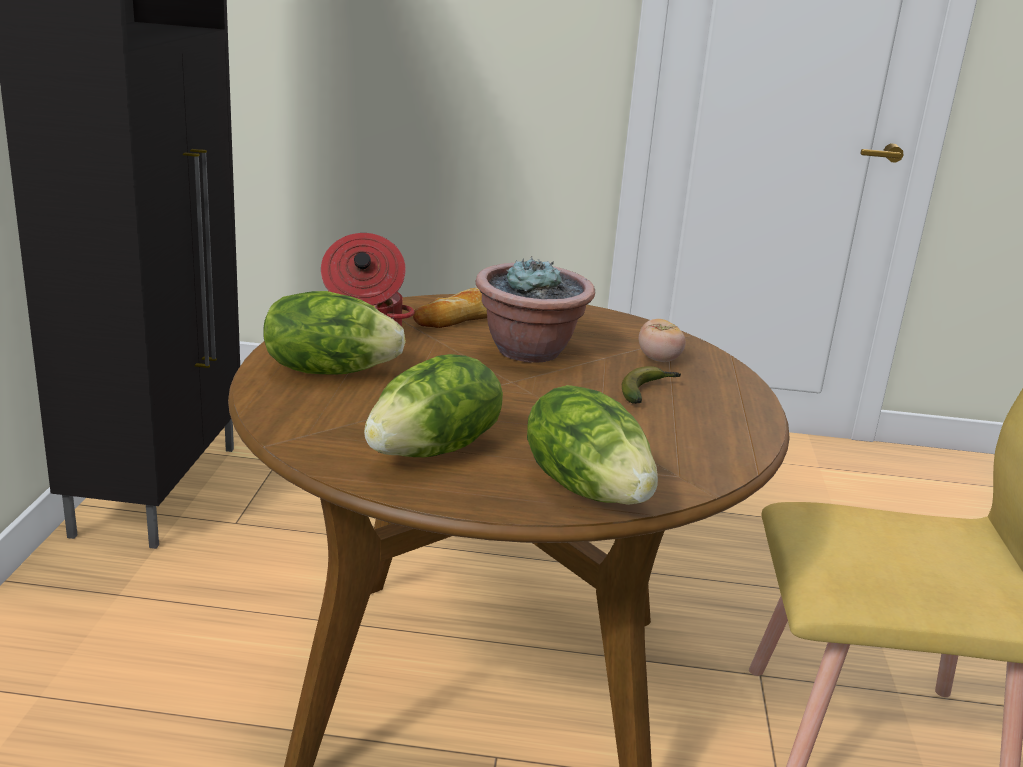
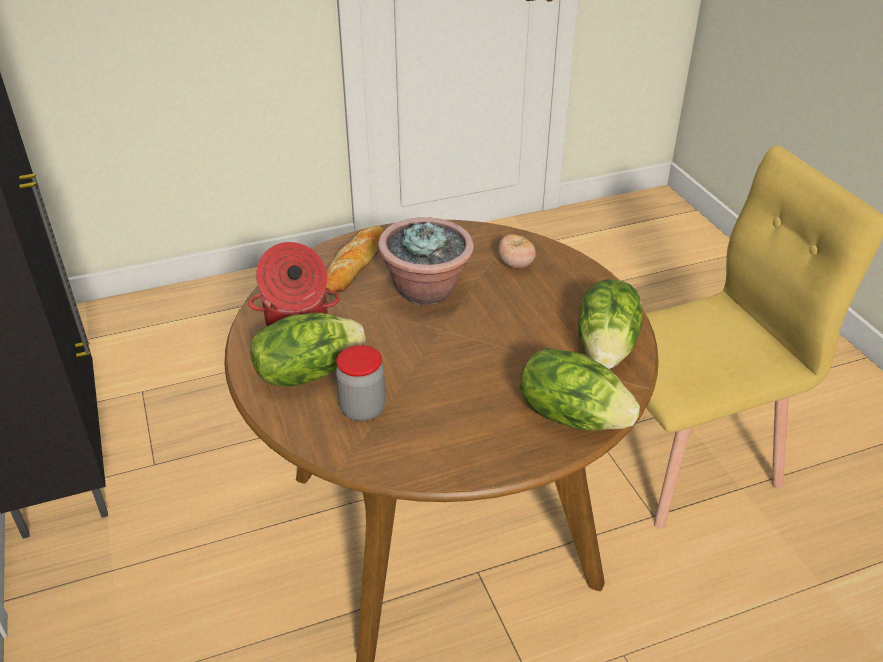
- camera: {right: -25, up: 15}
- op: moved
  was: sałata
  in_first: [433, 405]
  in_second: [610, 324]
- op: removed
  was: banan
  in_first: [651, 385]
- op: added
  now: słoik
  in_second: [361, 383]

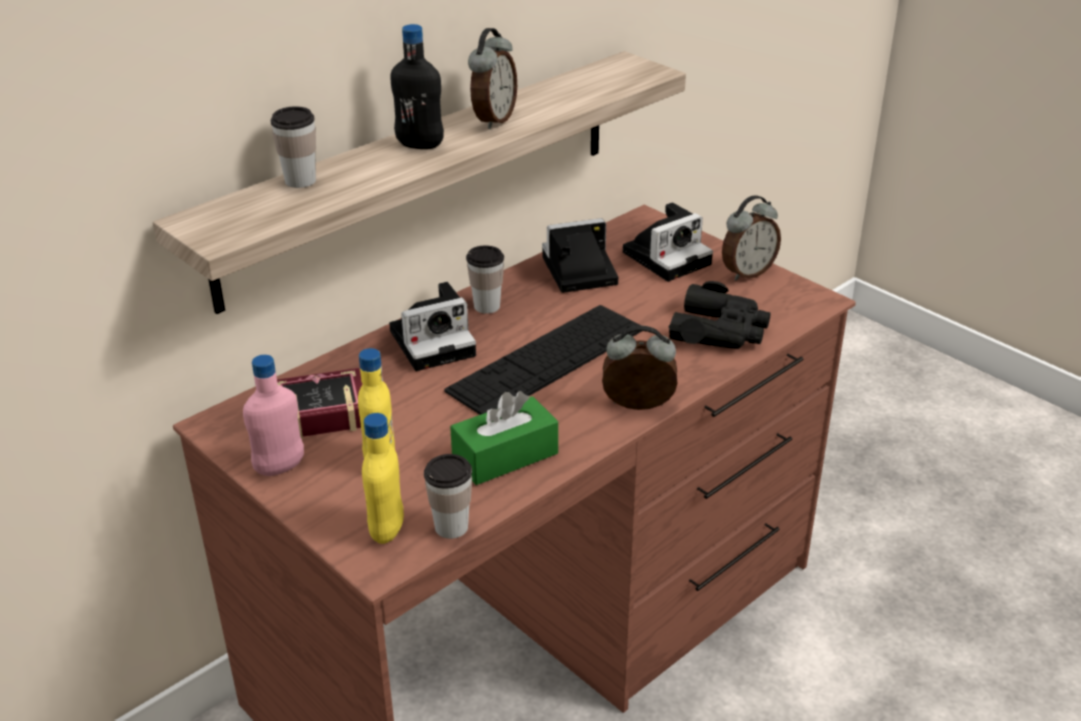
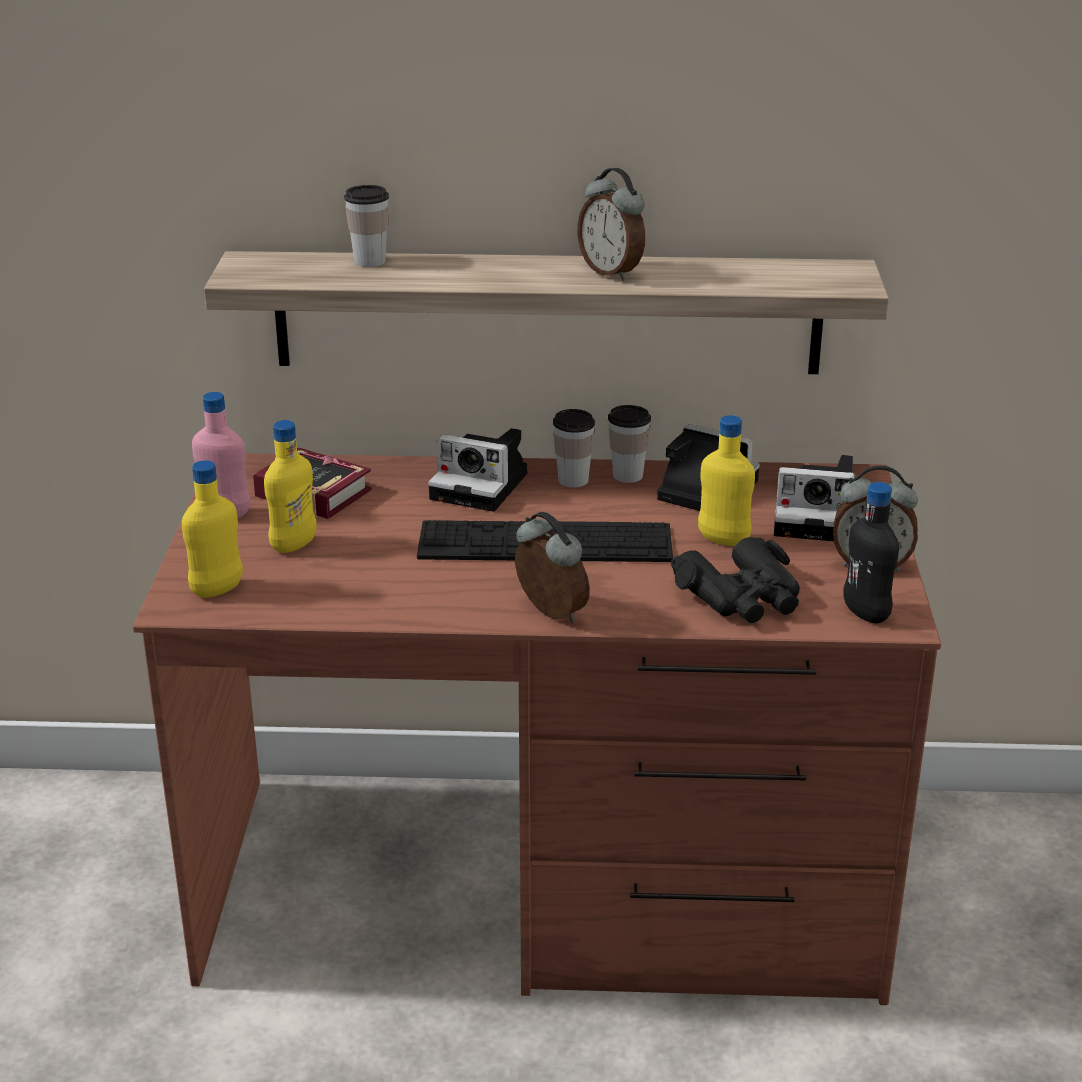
- camera: {right: 45, up: -5}
- op: moved
  was: butelka (czarny)
  in_first: [417, 86]
  in_second: [871, 552]
- op: moved
  was: filiżanka
  in_first: [448, 496]
  in_second: [629, 444]
- op: removed
  was: pudełko chusteczek (zielony)
  in_first: [504, 438]
- op: turned
  was: budzik
  in_first: [492, 78]
  in_second: [611, 224]
  clockwise: 75
- op: added
  now: butelka (żółty)
  in_second: [726, 480]

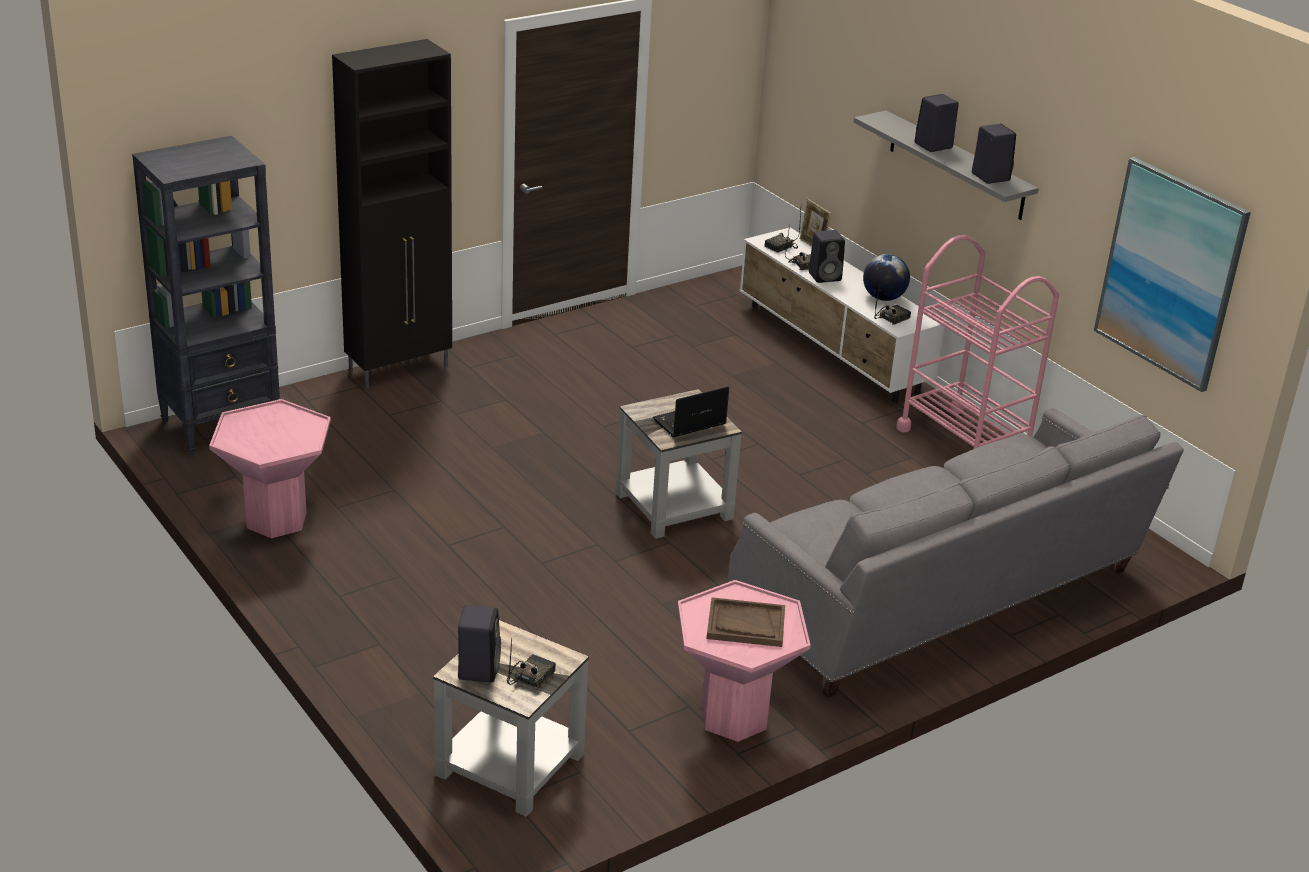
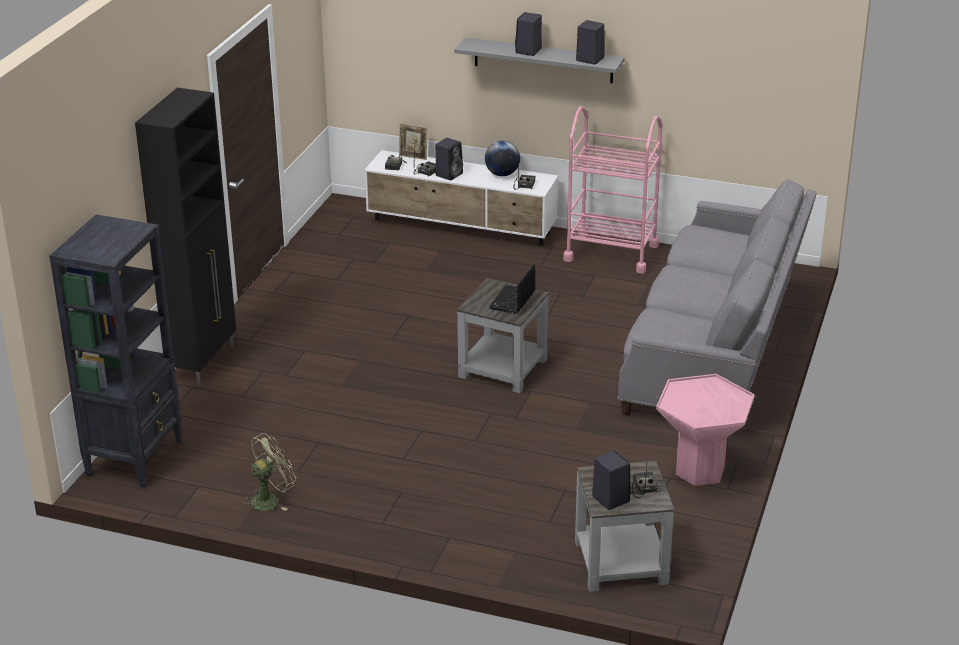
- camera: {right: -35, up: 0}
- op: replaced
  was: stolik (różowy)
  now: wentylator (zielony)
  in_first: [270, 468]
  in_second: [270, 472]
- op: removed
  was: taca (brązowy)
  in_first: [746, 622]
- op: removed
  was: obraz
  in_first: [1172, 274]

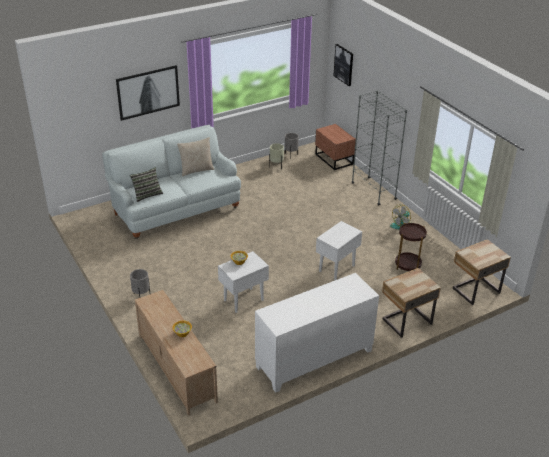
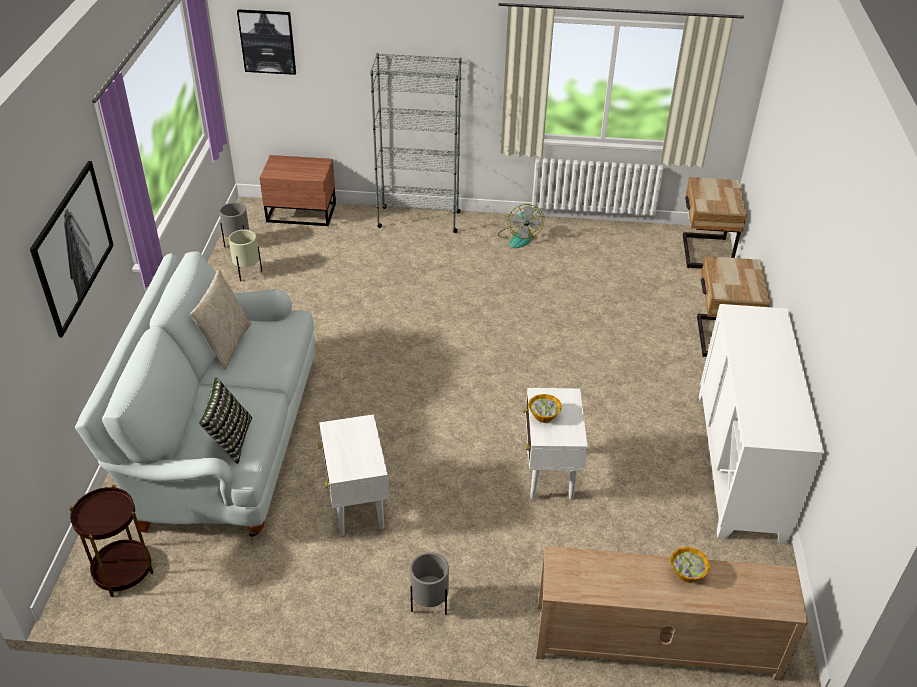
- camera: {right: -55, up: 5}
- op: moved
  was: stolik (biały)
  in_first: [339, 250]
  in_second: [353, 475]
- op: moved
  was: stolik (brązowy)
  in_first: [411, 247]
  in_second: [112, 541]

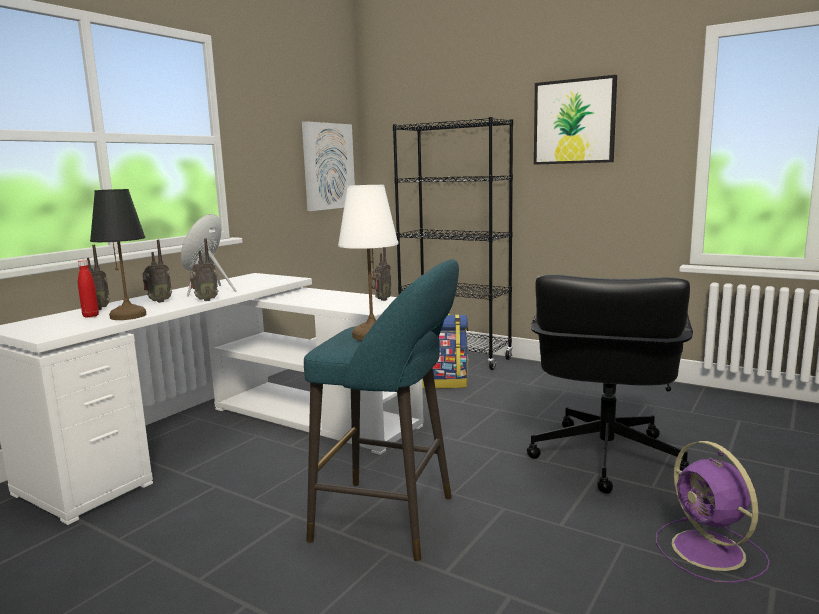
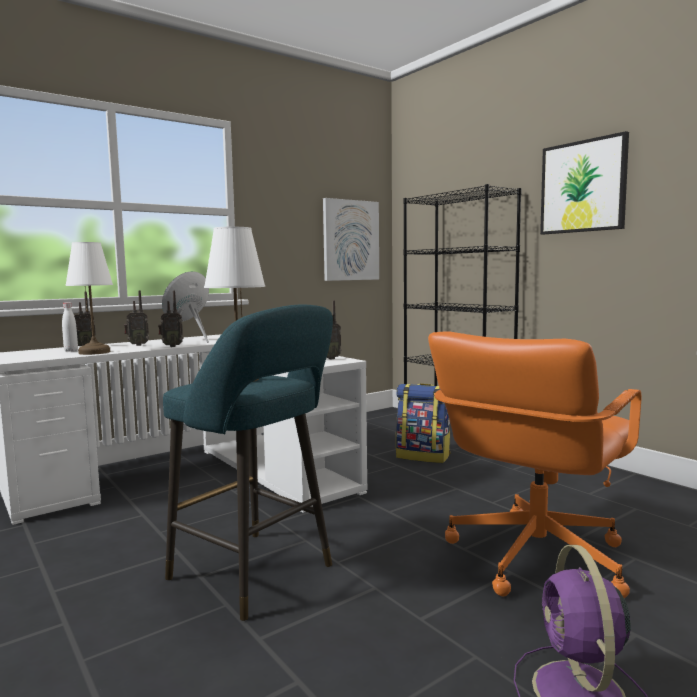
- camera: {right: 20, up: -5}
- op: recoloured
  was: butelka (czerwony)
  now: butelka (biały)
  in_first: [88, 289]
  in_second: [70, 326]
- op: recoloured
  was: lampa stołowa (czarny)
  now: lampa stołowa (biały)
  in_first: [118, 254]
  in_second: [89, 298]
- op: recoloured
  was: krzesło biurowe (czarny)
  now: krzesło biurowe (pomarańczowy)
  in_first: [610, 384]
  in_second: [534, 465]

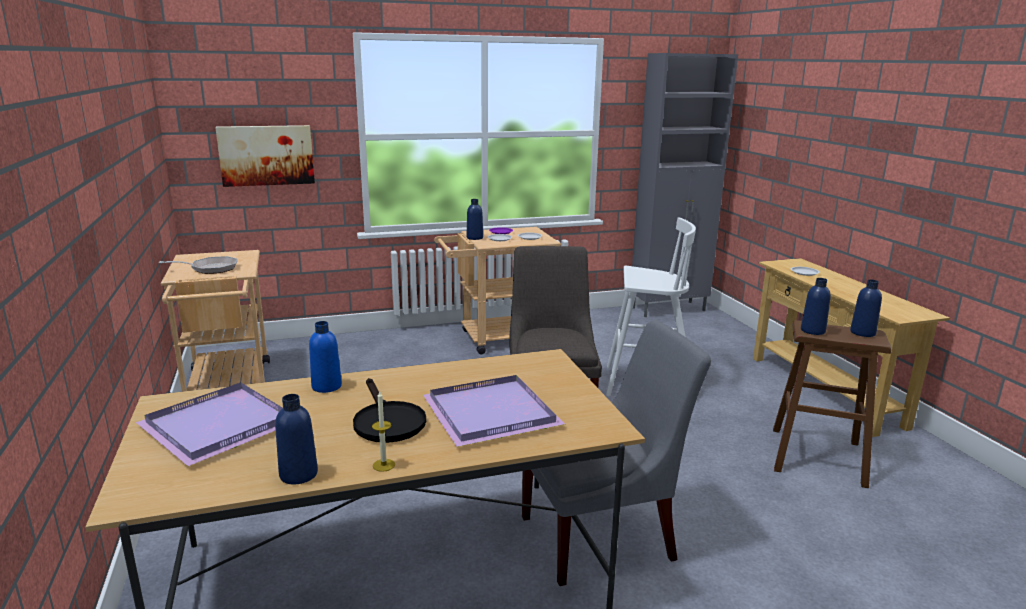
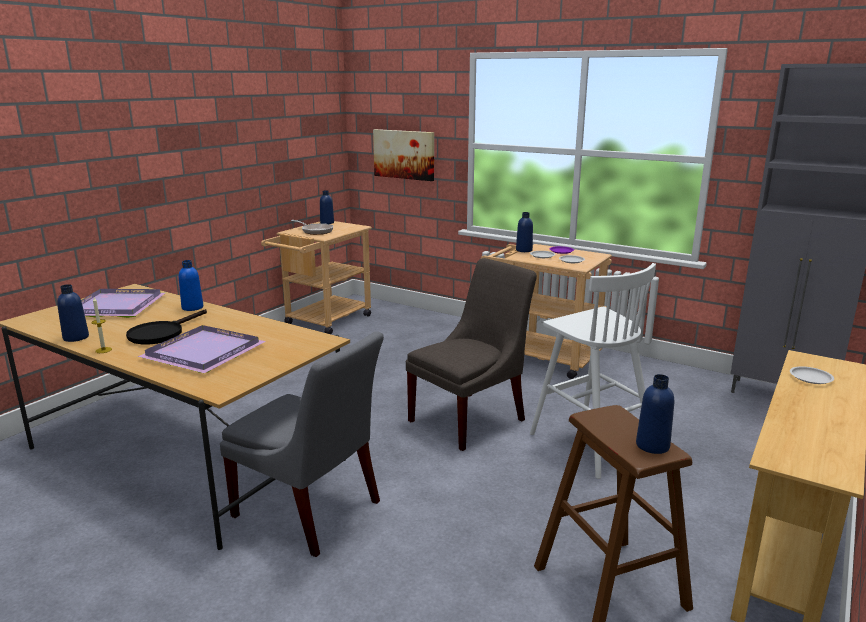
- camera: {right: 50, up: 0}
- op: moved
  was: butelka (niebieski)
  in_first: [816, 306]
  in_second: [327, 207]

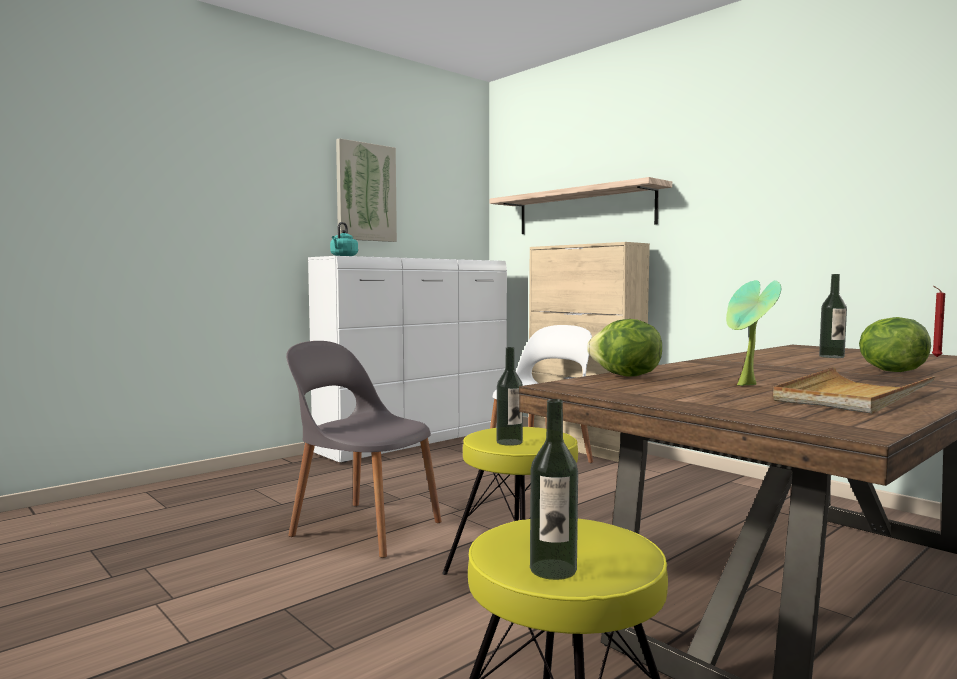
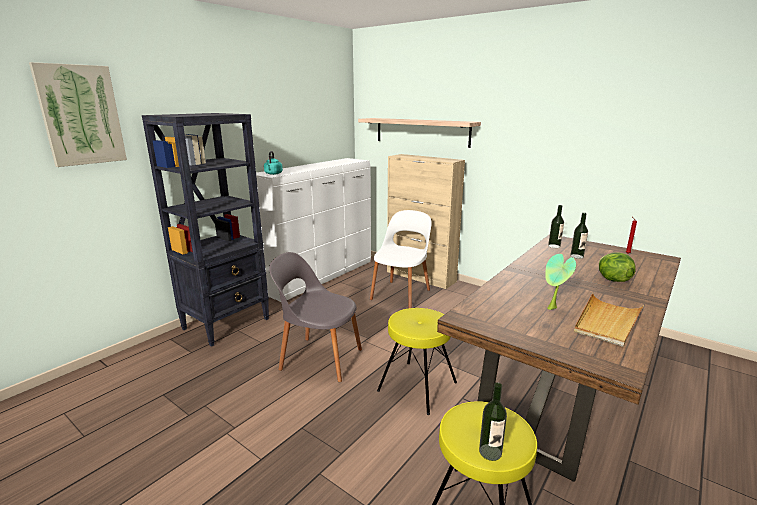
- camera: {right: -10, up: 15}
- op: moved
  was: obraz
  in_first: [366, 190]
  in_second: [78, 114]
- op: moved
  was: butelka
  in_first: [510, 396]
  in_second: [556, 226]
- op: removed
  was: sałata
  in_first: [624, 348]
- op: added
  now: regał (czarny)
  in_second: [205, 230]

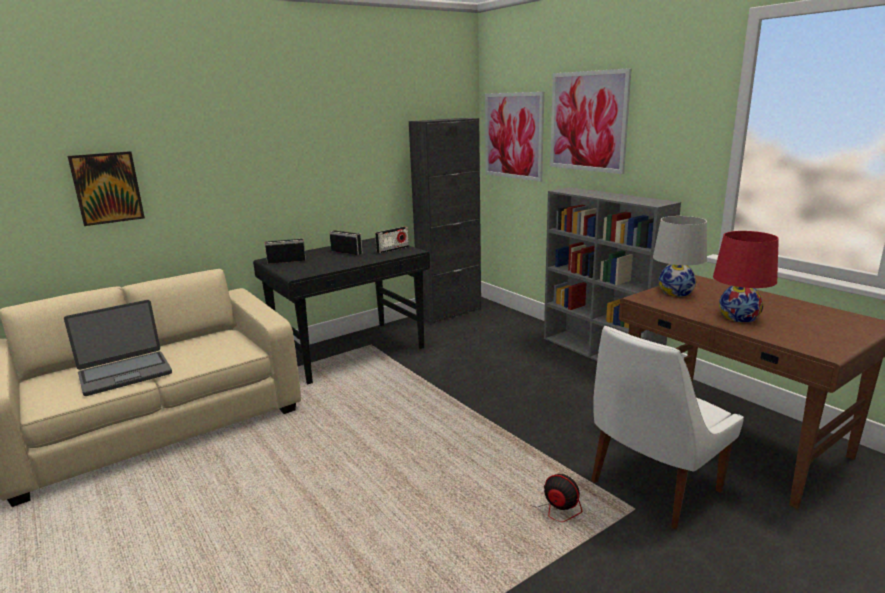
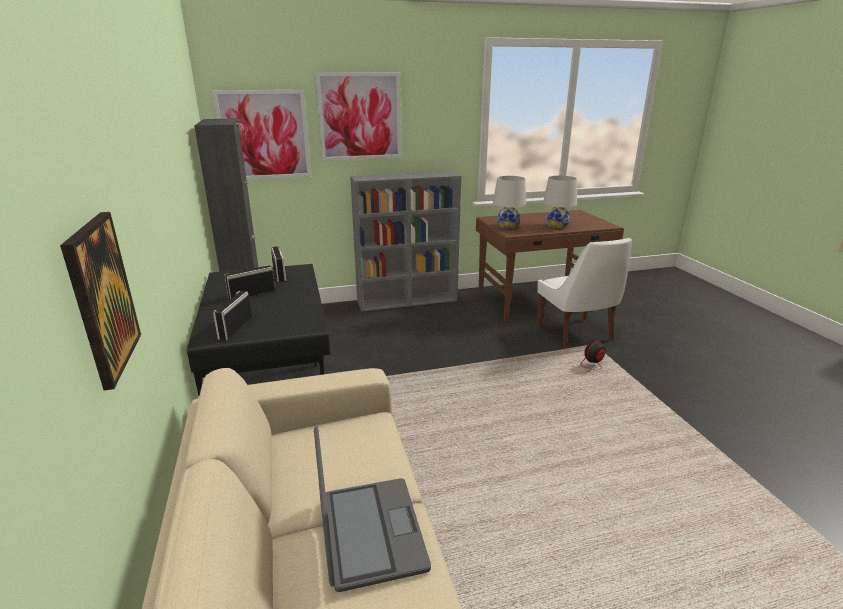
- camera: {right: -70, up: 5}
- op: recoloured
  was: lampa stołowa (czerwony)
  now: lampa stołowa (biały)
  in_first: [746, 276]
  in_second: [560, 201]

